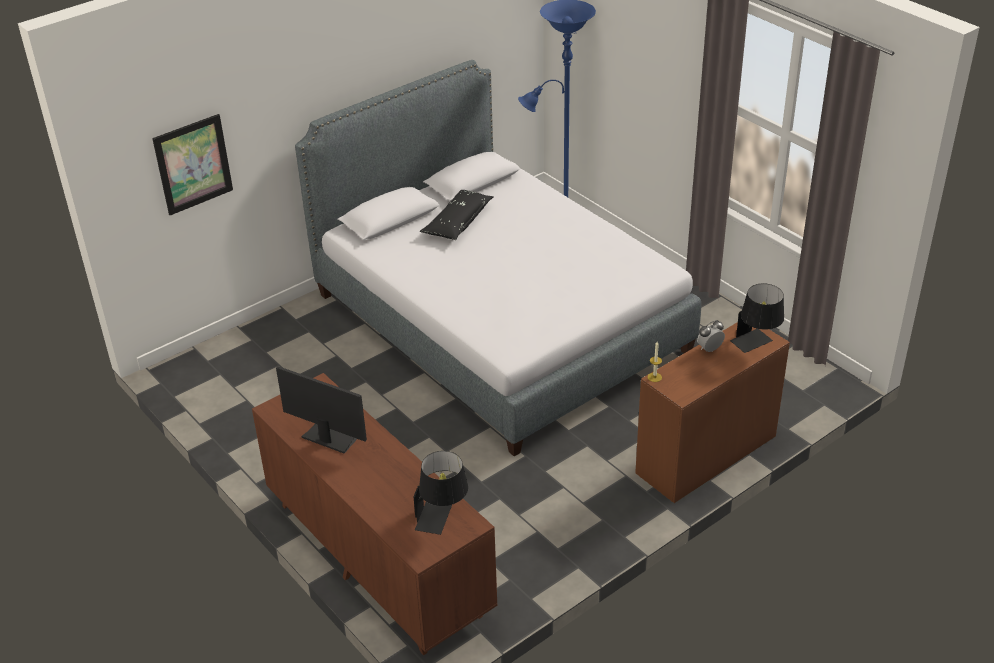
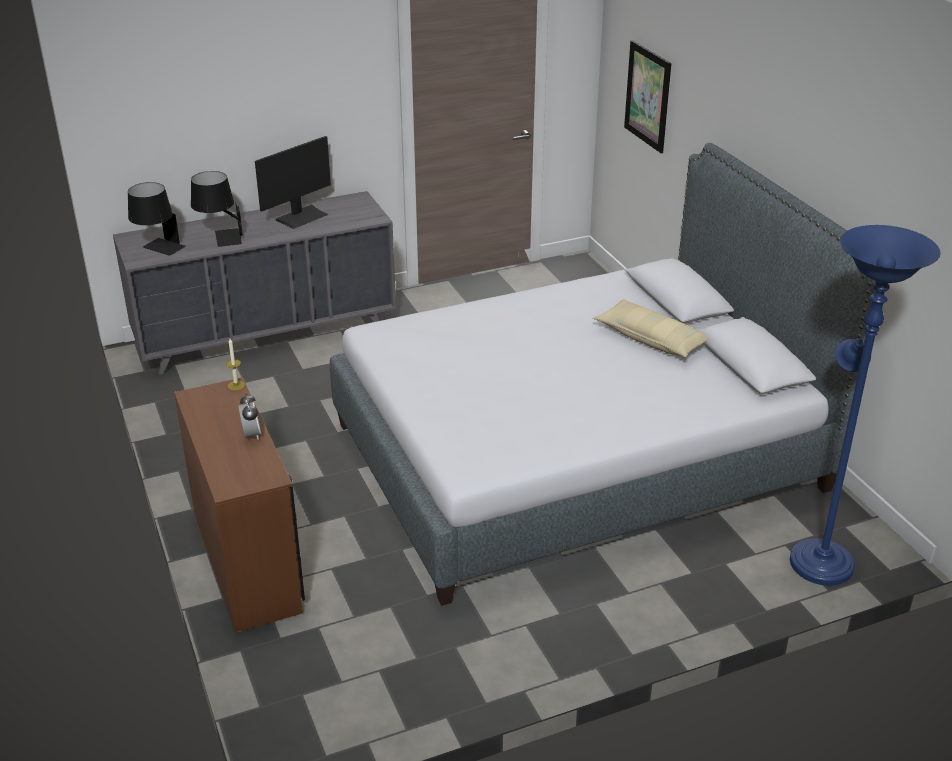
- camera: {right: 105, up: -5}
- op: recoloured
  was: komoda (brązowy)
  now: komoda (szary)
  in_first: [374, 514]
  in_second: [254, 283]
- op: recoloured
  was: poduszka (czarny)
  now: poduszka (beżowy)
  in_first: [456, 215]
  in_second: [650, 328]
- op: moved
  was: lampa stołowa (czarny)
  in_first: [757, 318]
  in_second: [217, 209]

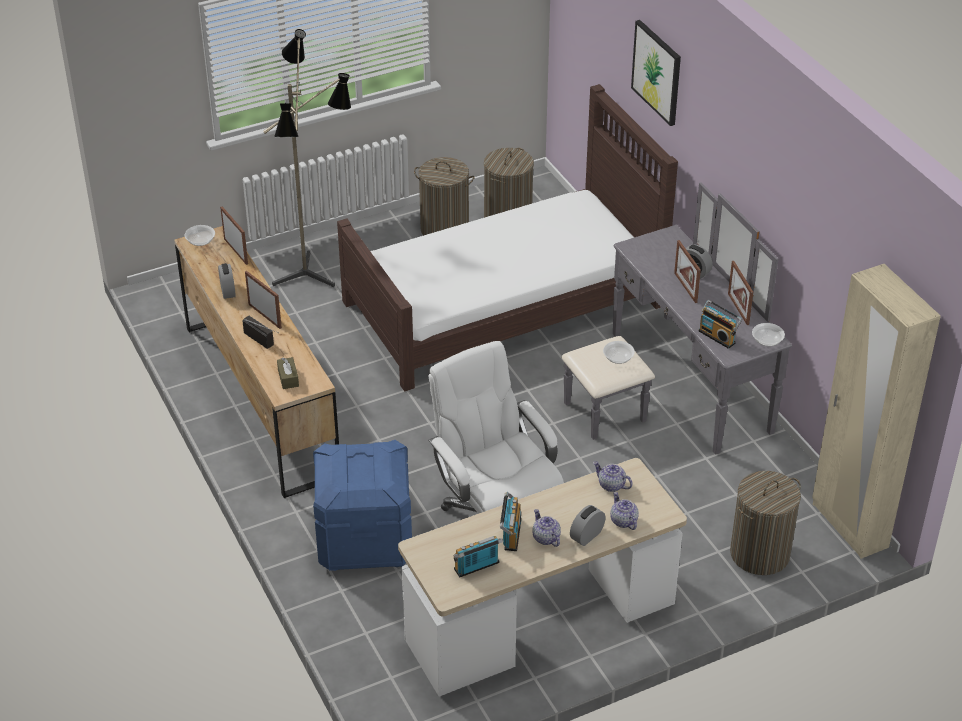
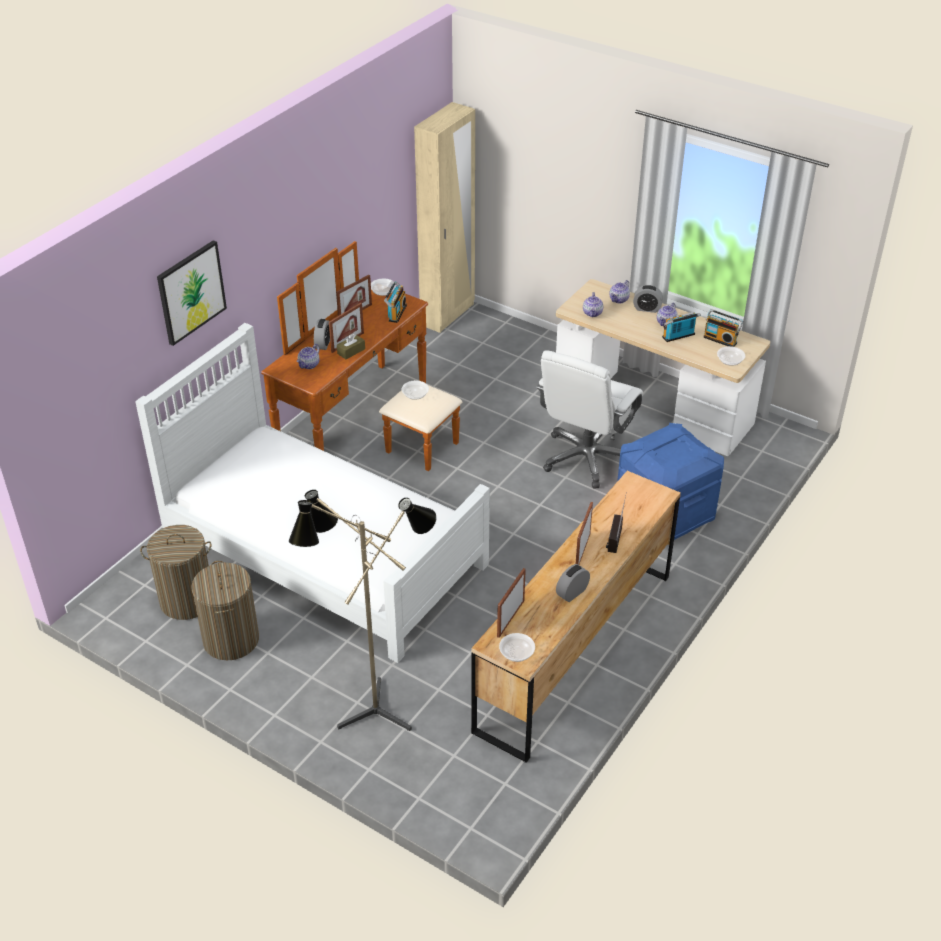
- camera: {right: -120, up: 0}
- op: moved
  was: pudełko chusteczek (brązowy)
  in_first: [288, 373]
  in_second: [351, 346]
- op: recoloured
  was: łóżko (brązowy)
  now: łóżko (biały)
  in_first: [507, 238]
  in_second: [312, 493]
- op: recoloured
  was: komoda (szary)
  now: komoda (brązowy)
  in_first: [676, 319]
  in_second: [361, 356]
- op: removed
  was: kosz na pranie
  in_first: [765, 523]
- op: added
  now: imbryk
  in_second: [308, 356]
- op: added
  now: miska
  in_second: [731, 356]

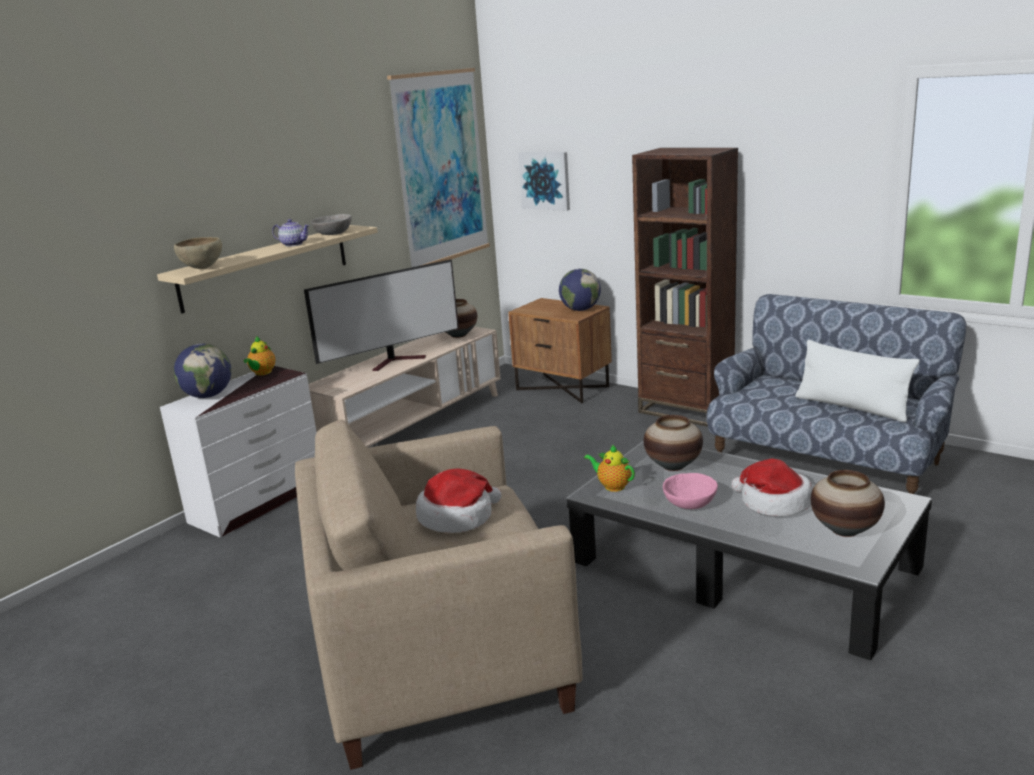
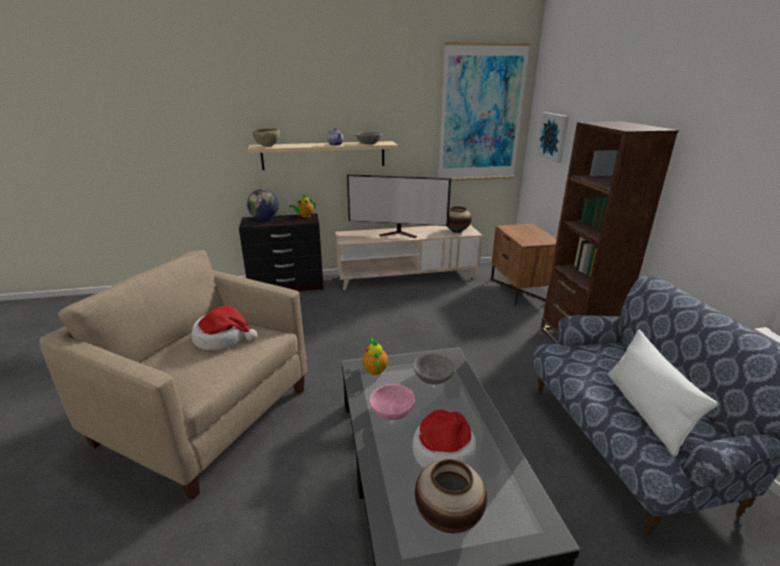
- camera: {right: 40, up: 5}
- op: recoloured
  was: komoda (biały)
  now: komoda (czarny)
  in_first: [238, 451]
  in_second: [281, 252]
- op: removed
  was: globus
  in_first: [580, 290]
- op: replaced
  was: wazon
  now: miska (szary)
  in_first: [673, 443]
  in_second: [434, 369]

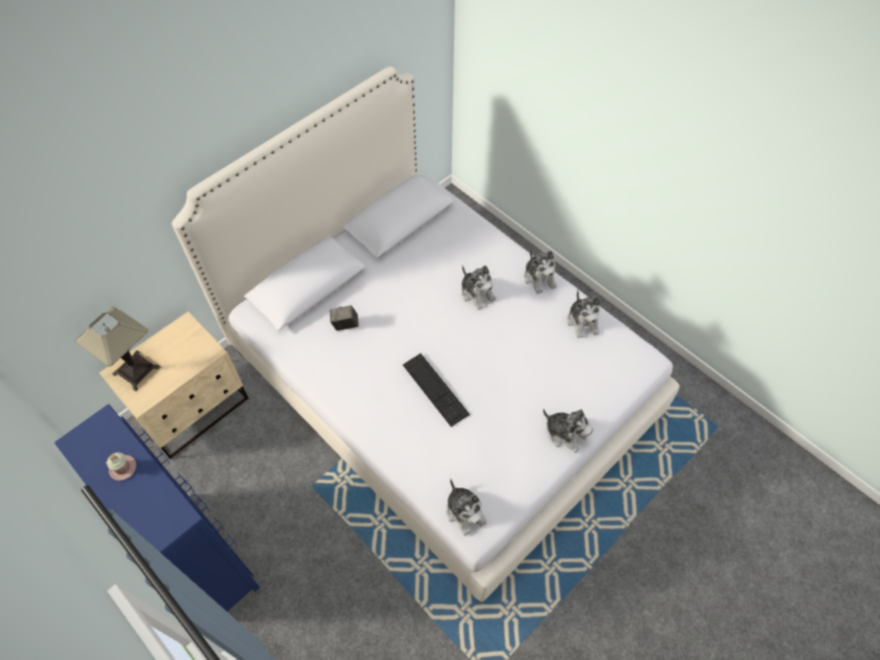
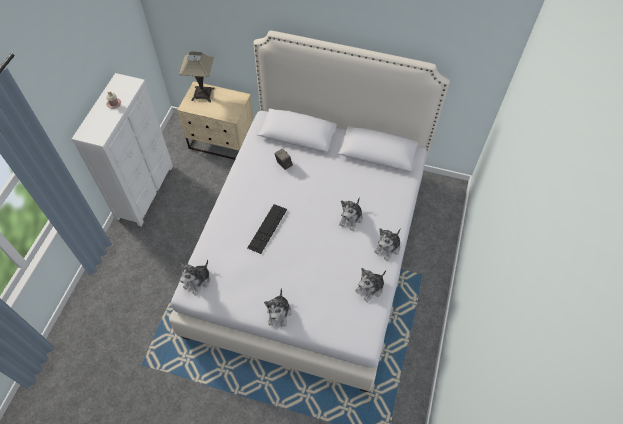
- camera: {right: 60, up: 0}
- op: recoloured
  was: komoda (niebieski)
  now: komoda (biały)
  in_first: [157, 508]
  in_second: [122, 149]

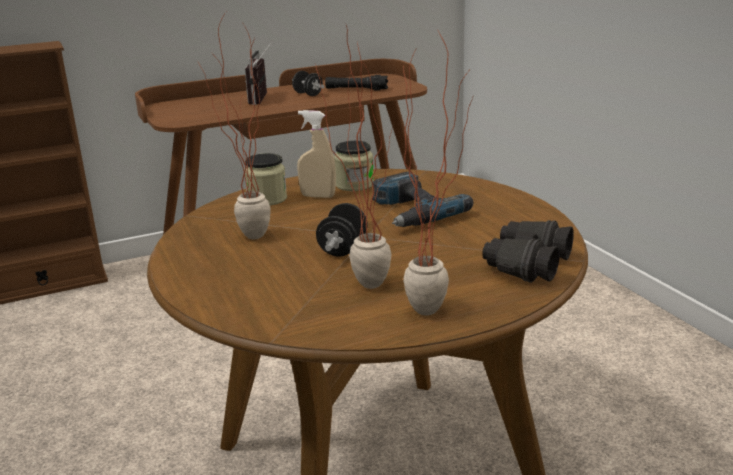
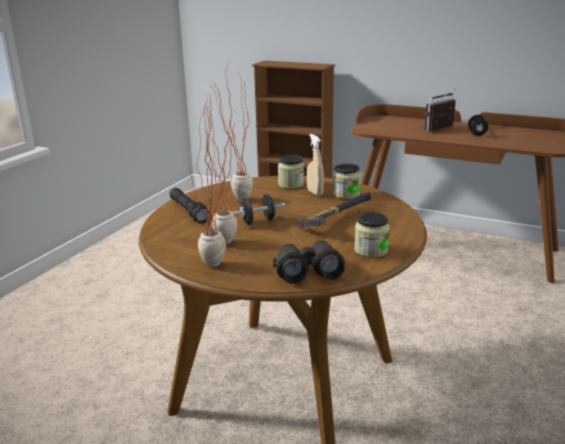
- camera: {right: 50, up: 0}
- op: moved
  was: latarka (czarny)
  in_first: [356, 82]
  in_second: [189, 205]
- op: replaced
  was: wiertarka
  now: młotek
  in_first: [422, 199]
  in_second: [333, 210]
- op: added
  now: słoik
  in_second: [372, 235]

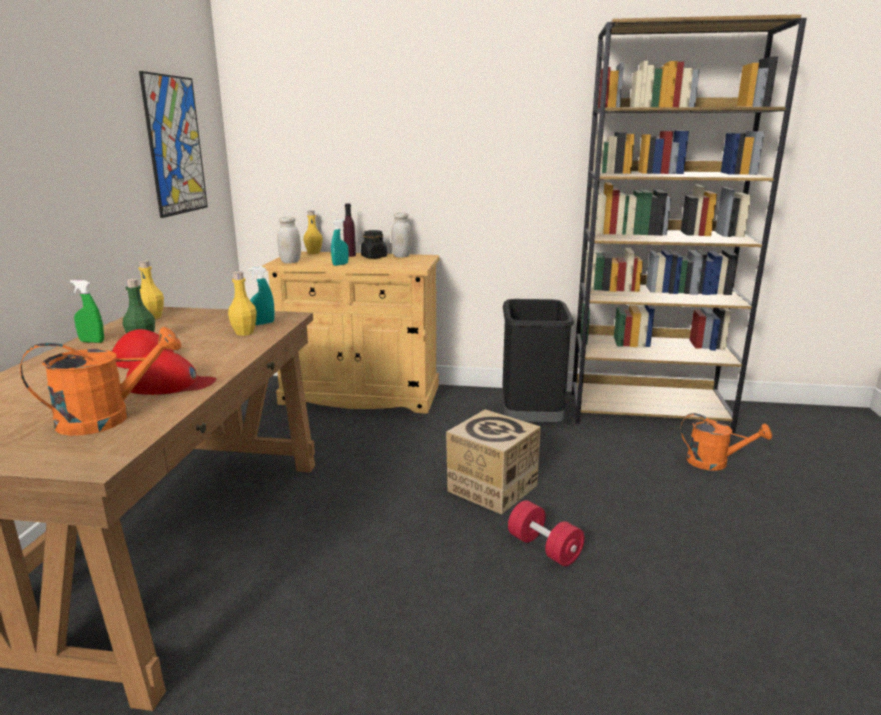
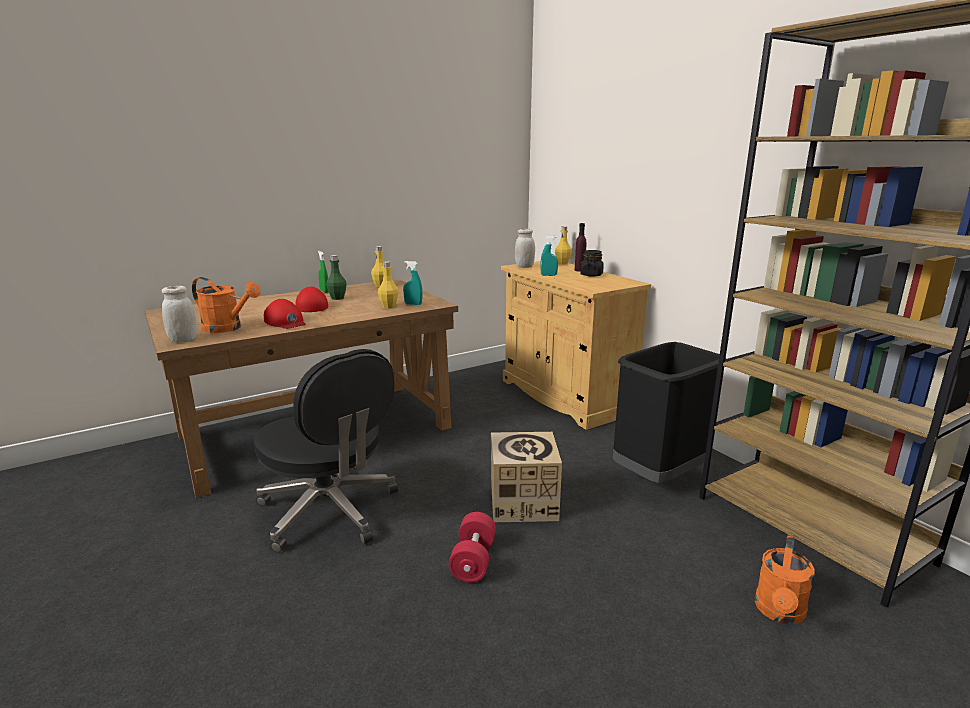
- camera: {right: 50, up: 0}
- op: removed
  was: obraz
  in_first: [173, 144]
- op: moved
  was: słoik (biały)
  in_first: [401, 235]
  in_second: [179, 314]
- op: turned
  was: konewka (pomarańczowy)
  in_first: [726, 442]
  in_second: [784, 580]
  clockwise: 45
- op: added
  now: krzesło biurowe (czarny)
  in_second: [326, 451]

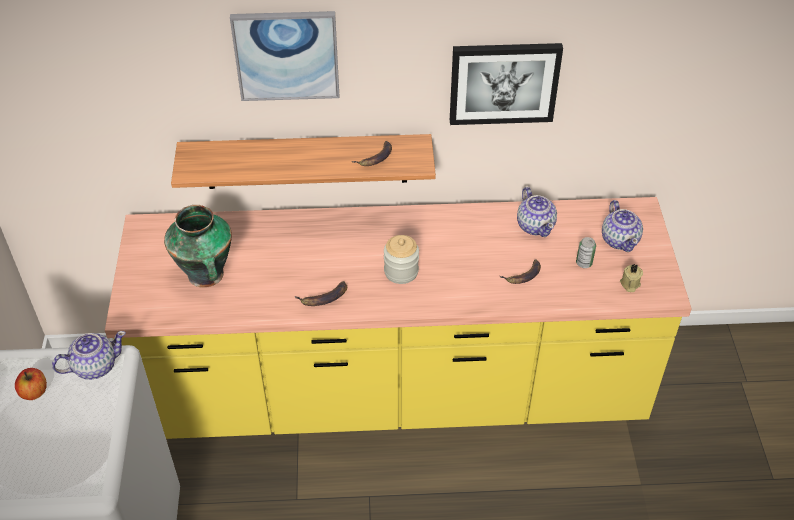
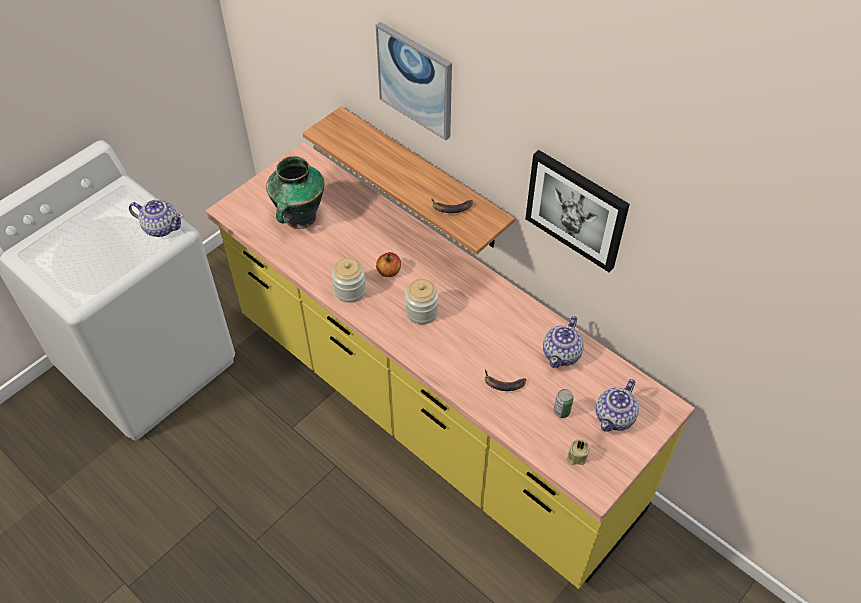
- camera: {right: 45, up: 5}
- op: moved
  was: jabłko
  in_first: [31, 384]
  in_second: [388, 264]
- op: replaced
  was: banan
  now: słoik
  in_first: [321, 293]
  in_second: [349, 280]

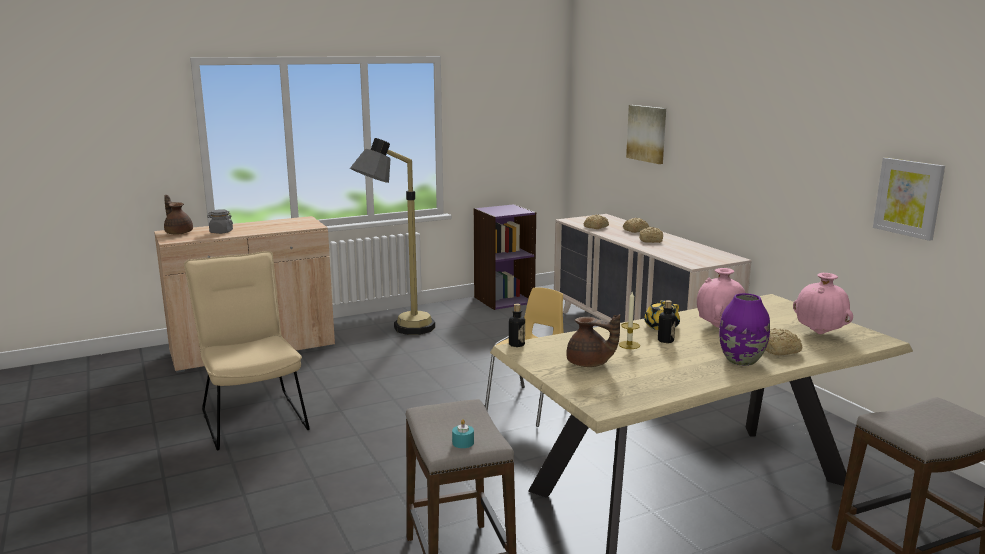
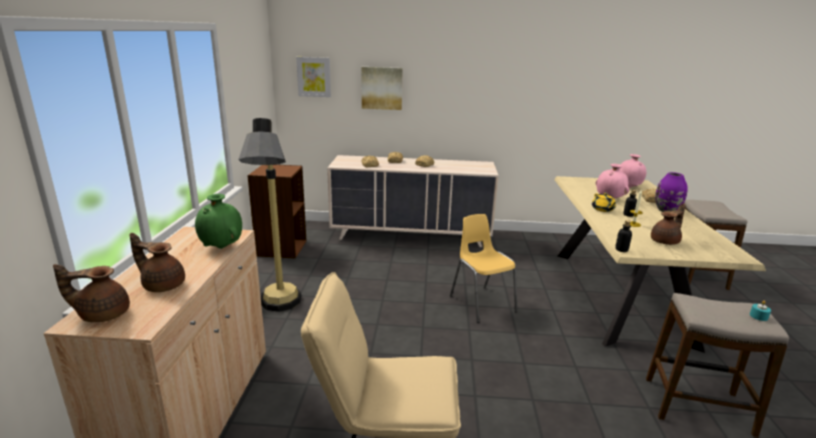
- camera: {right: -60, up: 5}
- op: replaced
  was: słoik (szary)
  now: imbryk (brązowy)
  in_first: [220, 221]
  in_second: [157, 262]
- op: recoloured
  was: regał (fioletowy)
  now: regał (brązowy)
  in_first: [505, 257]
  in_second: [276, 211]
- op: moved
  was: obraz
  in_first: [909, 199]
  in_second: [313, 77]
- op: added
  now: wazon (zielony)
  in_second: [218, 221]

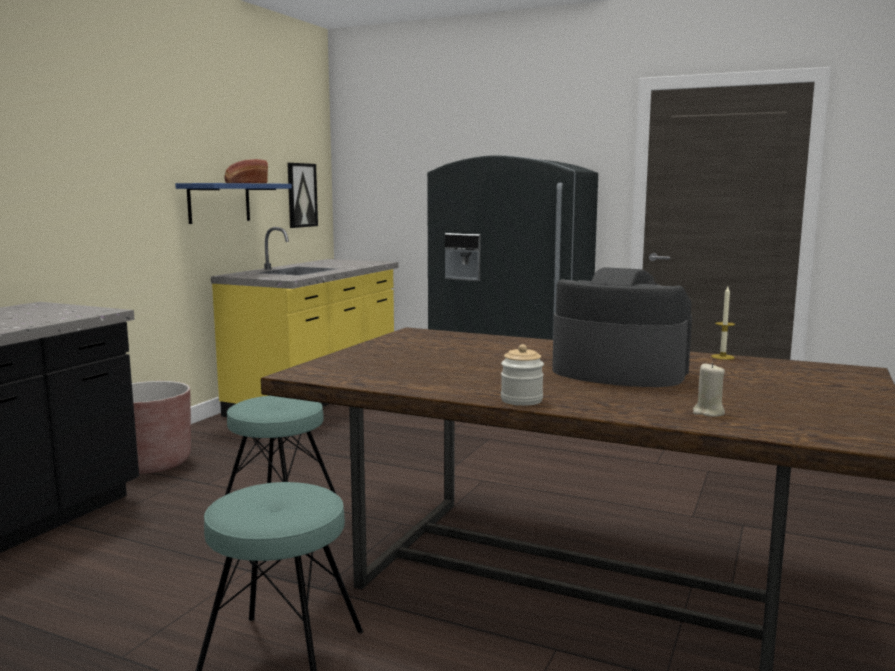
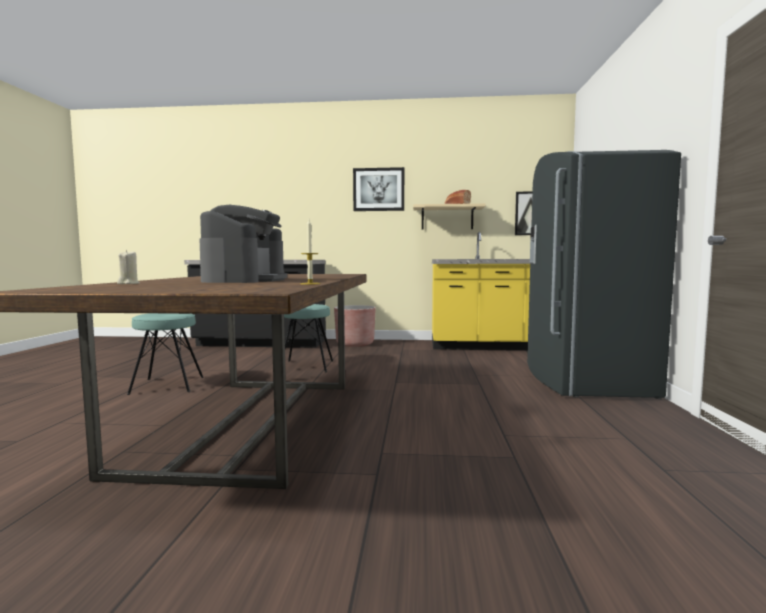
- camera: {right: 70, up: -5}
- op: recoloured
  was: półka (niebieski)
  now: półka (beżowy)
  in_first: [233, 203]
  in_second: [449, 216]
- op: removed
  was: słoik
  in_first: [522, 375]
- op: added
  now: obraz
  in_second: [378, 189]

